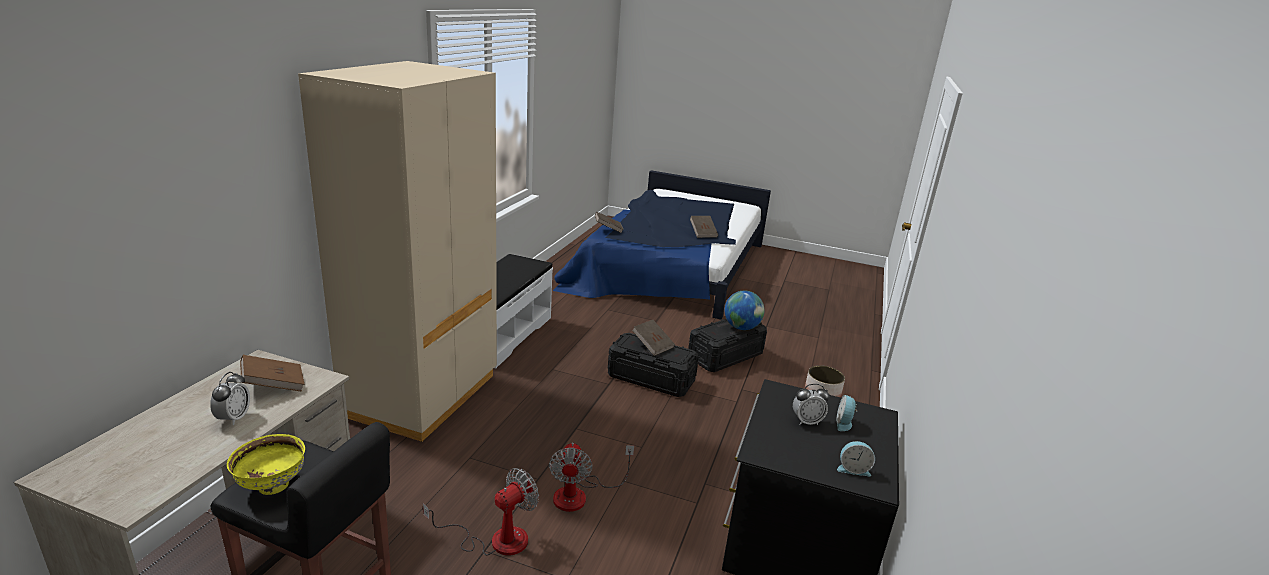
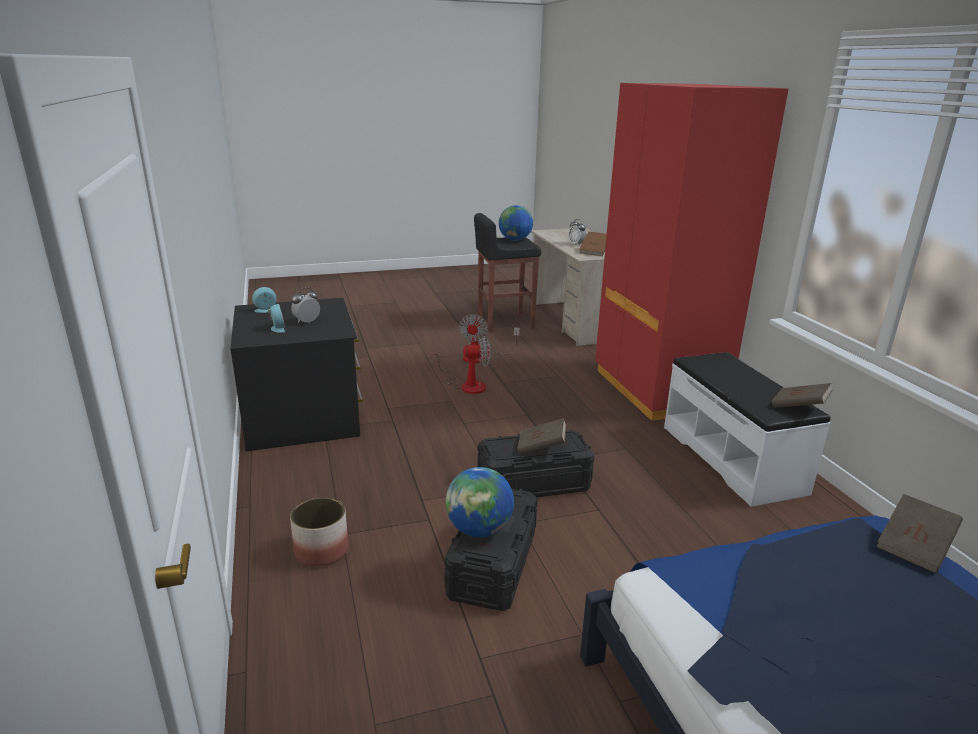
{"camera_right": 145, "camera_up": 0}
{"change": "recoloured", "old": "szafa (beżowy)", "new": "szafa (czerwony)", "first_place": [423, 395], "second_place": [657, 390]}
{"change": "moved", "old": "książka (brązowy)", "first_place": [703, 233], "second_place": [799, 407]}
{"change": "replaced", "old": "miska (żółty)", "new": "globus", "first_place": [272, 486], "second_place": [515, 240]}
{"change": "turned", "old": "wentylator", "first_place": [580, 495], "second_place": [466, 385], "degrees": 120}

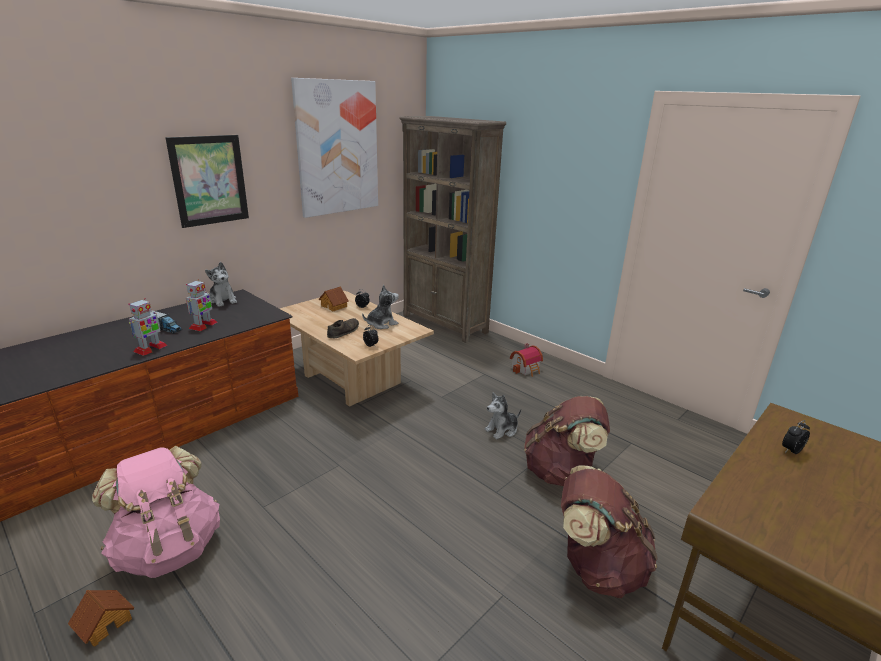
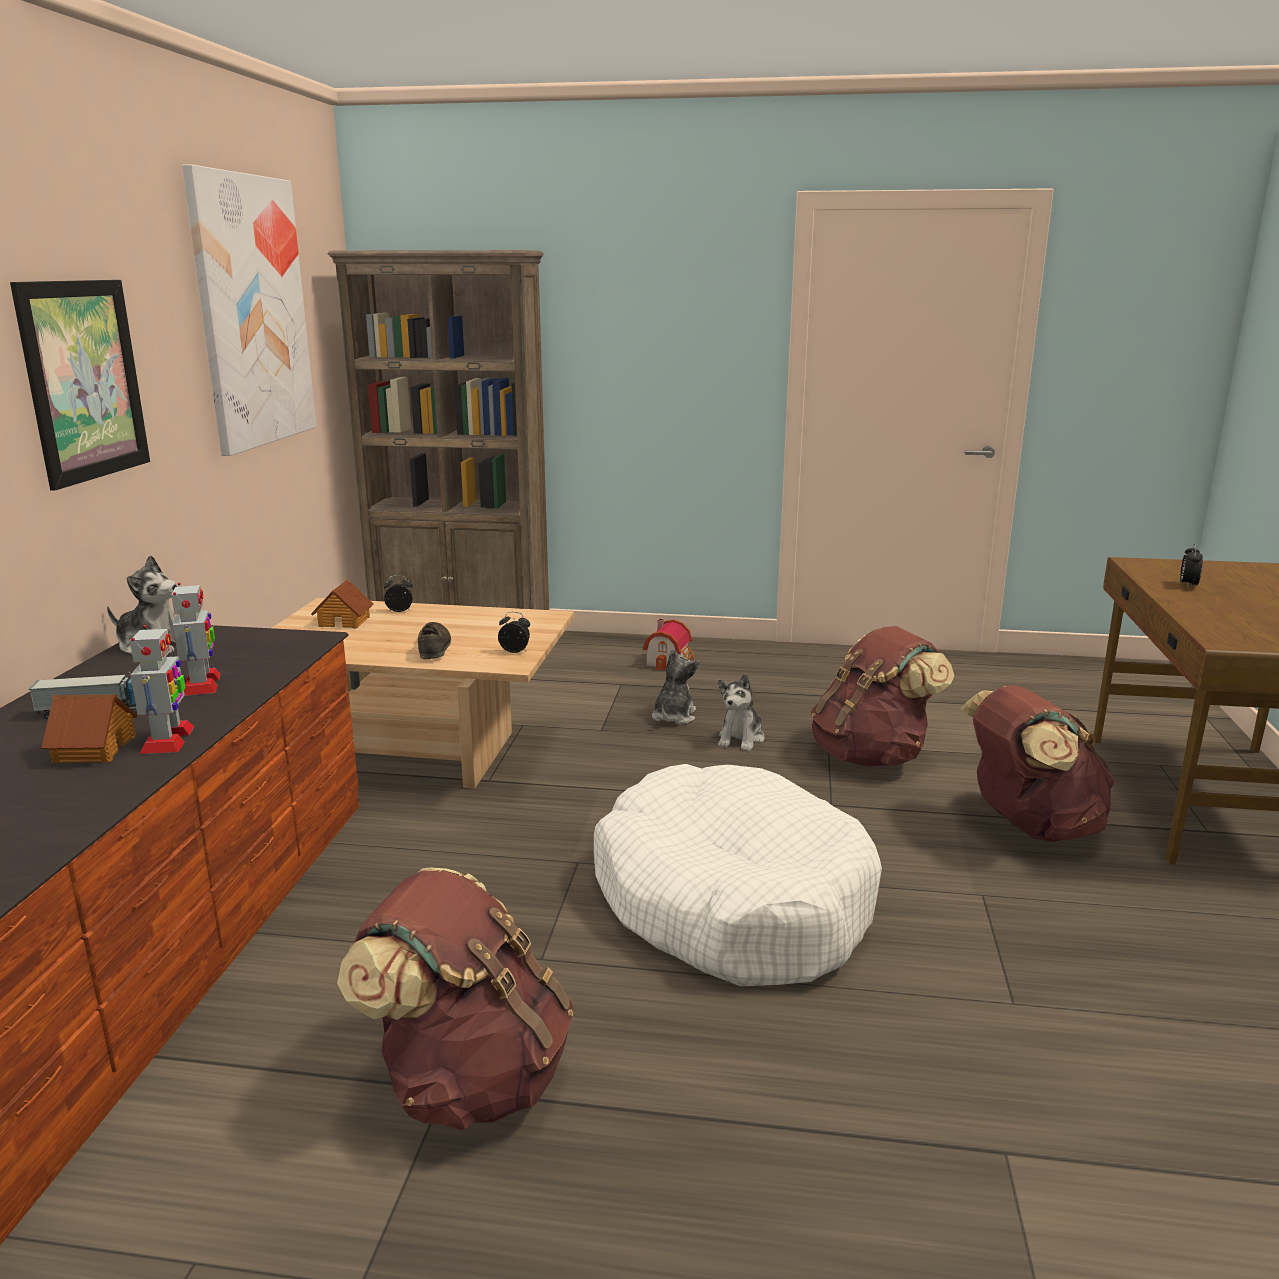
{"camera_right": -35, "camera_up": -5}
{"change": "moved", "old": "pluszak", "first_place": [381, 324], "second_place": [673, 716]}
{"change": "recoloured", "old": "plecak (różowy)", "new": "plecak (brązowy)", "first_place": [169, 548], "second_place": [469, 1079]}
{"change": "moved", "old": "domek", "first_place": [104, 623], "second_place": [93, 749]}
{"change": "added", "new": "legowisko (biały)", "second_place": [732, 902]}

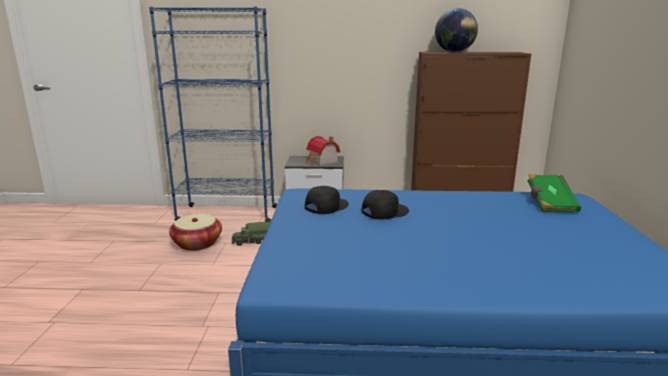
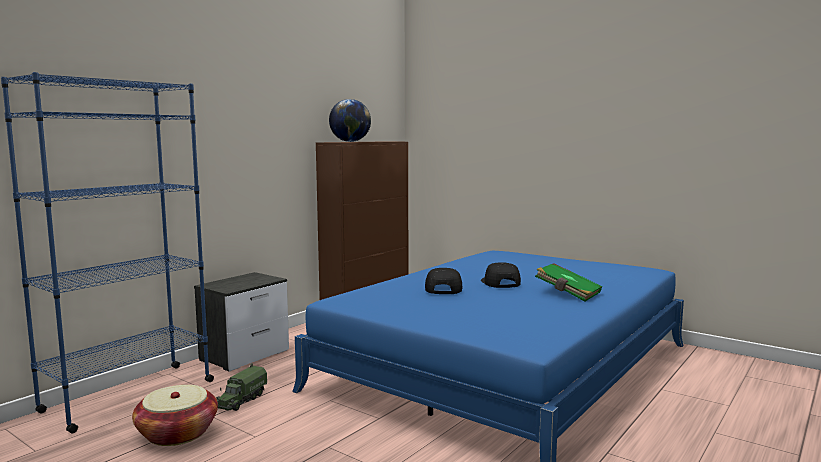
{"camera_right": -55, "camera_up": -10}
{"change": "removed", "old": "domek", "first_place": [322, 162]}
{"change": "moved", "old": "książka (zielony)", "first_place": [549, 204], "second_place": [567, 293]}
{"change": "moved", "old": "czapka z daszkiem (czarny)", "first_place": [326, 206], "second_place": [499, 282]}

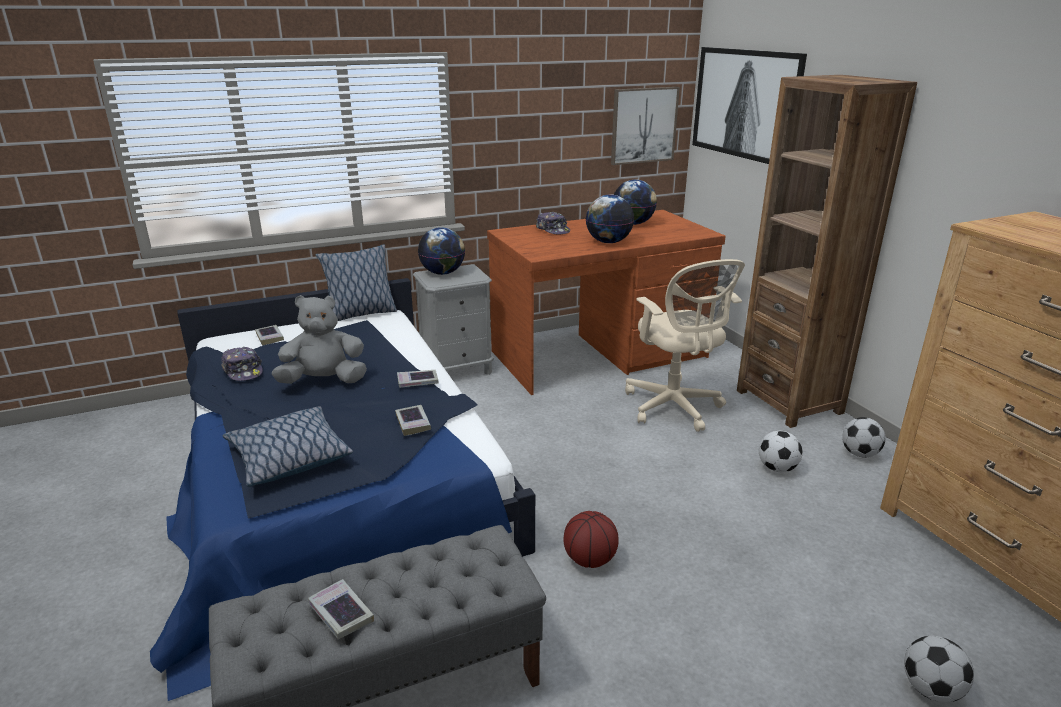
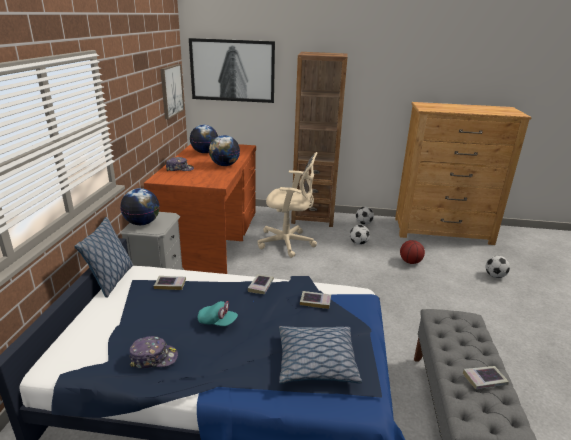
{"camera_right": -60, "camera_up": 0}
{"change": "replaced", "old": "pluszak (szary)", "new": "czapka z daszkiem (turkusowy)", "first_place": [324, 381], "second_place": [217, 322]}
{"change": "moved", "old": "książka", "first_place": [270, 337], "second_place": [170, 284]}
{"change": "moved", "old": "piłka do koszykówki", "first_place": [589, 560], "second_place": [410, 262]}

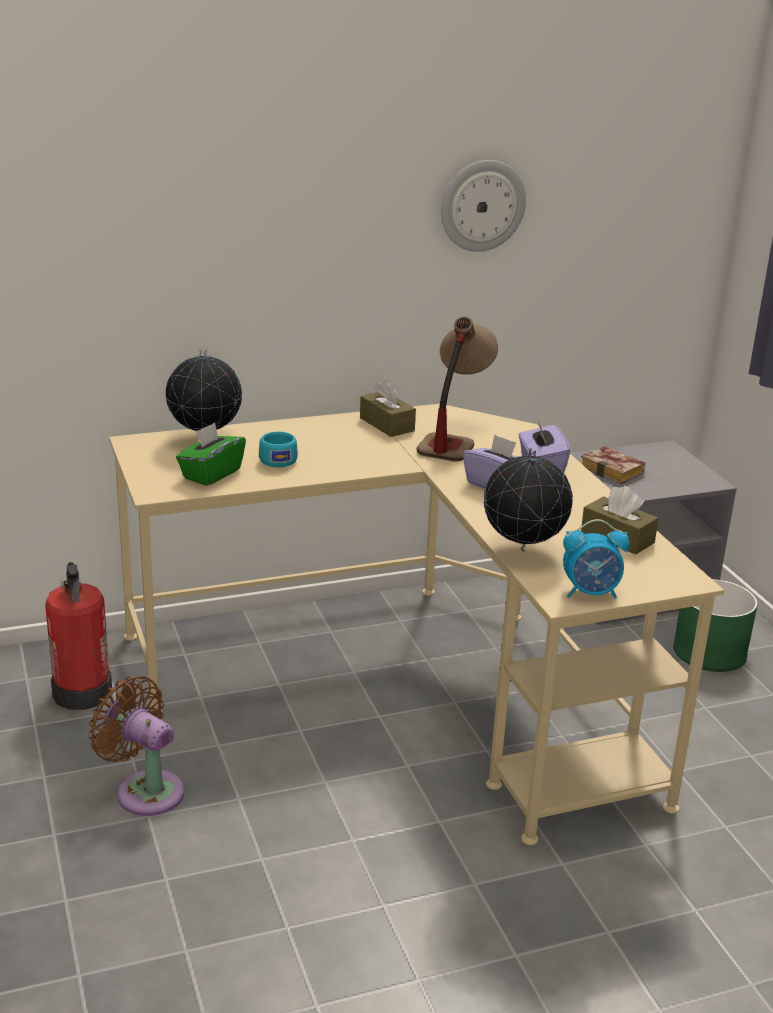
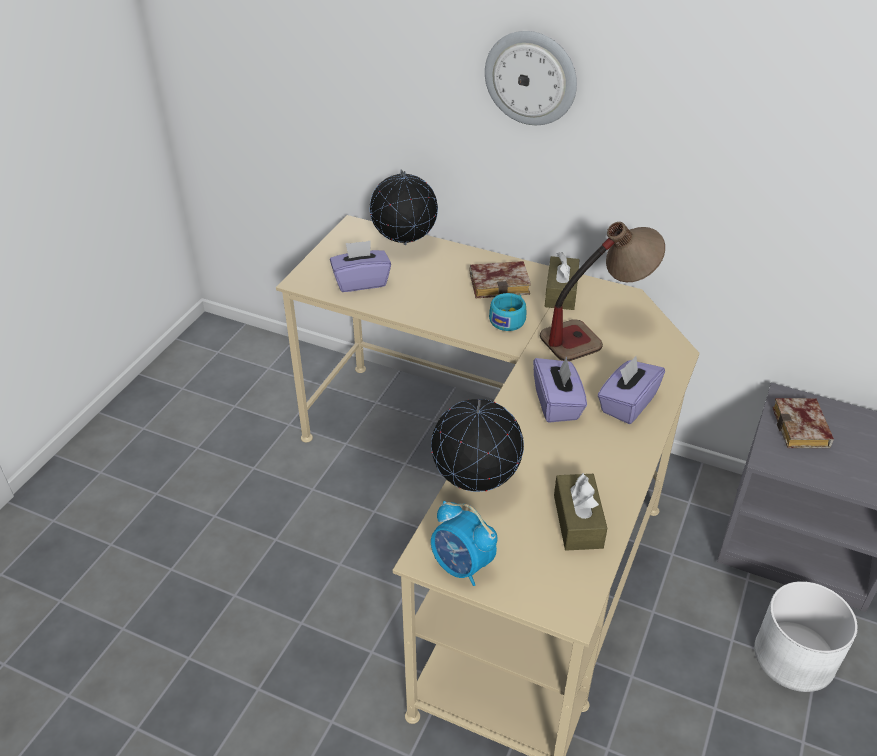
{"camera_right": 45, "camera_up": 15}
{"change": "moved", "old": "zegar ścienny", "first_place": [482, 205], "second_place": [531, 78]}
{"change": "recoloured", "old": "pudełko chusteczek (zielony)", "new": "pudełko chusteczek (fioletowy)", "first_place": [211, 474], "second_place": [361, 282]}
{"change": "moved", "old": "filiżanka (turkusowy)", "first_place": [277, 459], "second_place": [509, 319]}
{"change": "removed", "old": "gaśnica", "first_place": [82, 692]}
{"change": "recoloured", "old": "donica (zielony)", "new": "donica (biały)", "first_place": [710, 652], "second_place": [795, 657]}
{"change": "removed", "old": "wentylator (brązowy)", "first_place": [145, 790]}
{"change": "added", "new": "książka", "second_place": [501, 284]}

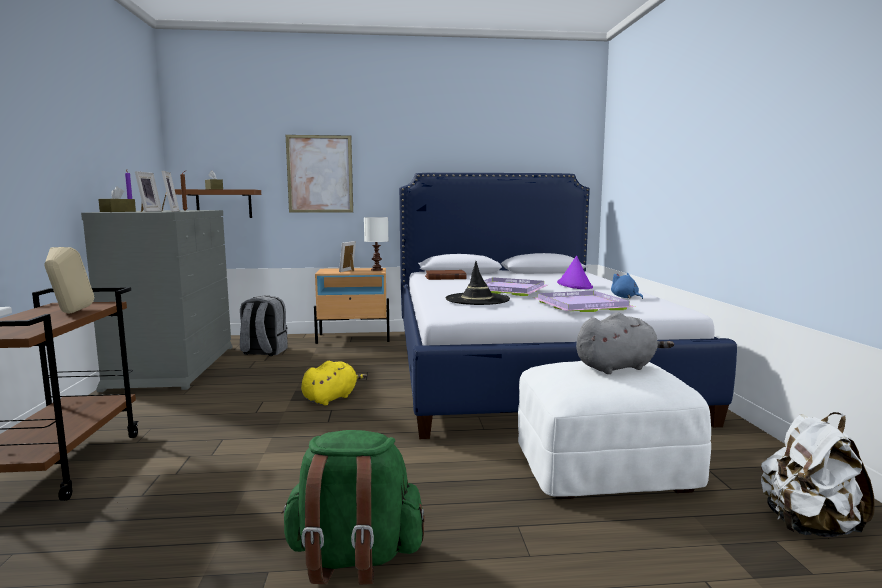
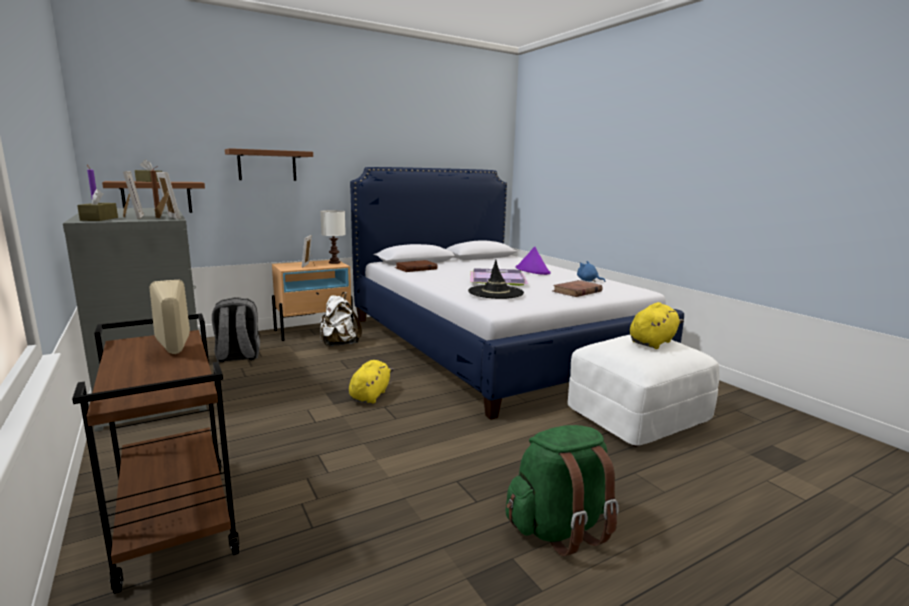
{"camera_right": -25, "camera_up": 5}
{"change": "replaced", "old": "obraz", "new": "półka (brązowy)", "first_place": [320, 174], "second_place": [267, 165]}
{"change": "replaced", "old": "taca (fioletowy)", "new": "książka (brązowy)", "first_place": [583, 305], "second_place": [577, 291]}
{"change": "recoloured", "old": "pluszak (szary)", "new": "pluszak (żółty)", "first_place": [618, 367], "second_place": [653, 342]}
{"change": "moved", "old": "plecak (biały)", "first_place": [808, 526], "second_place": [339, 344]}

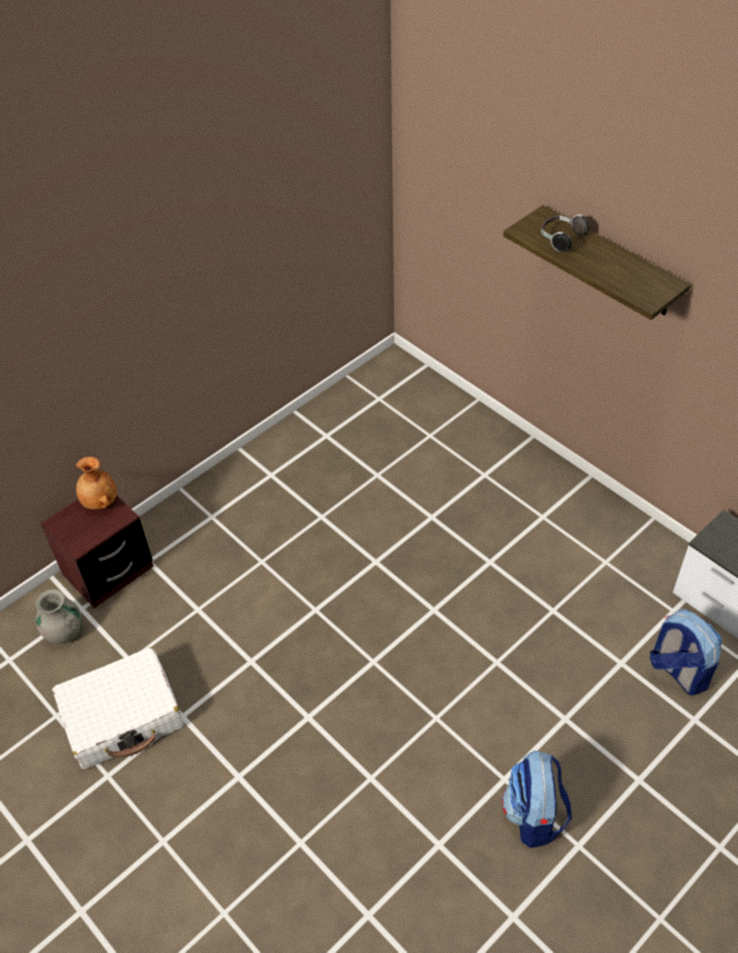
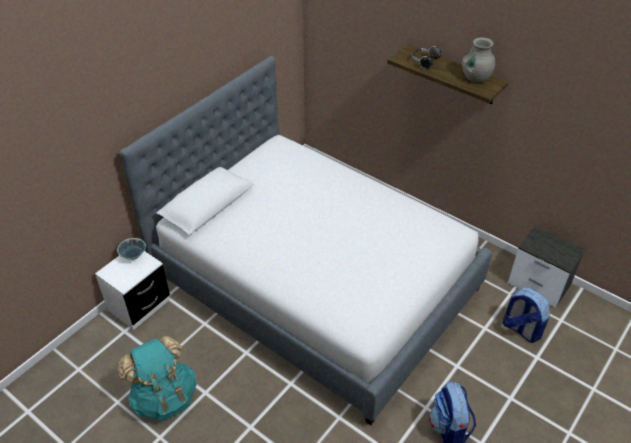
{"camera_right": -10, "camera_up": -5}
{"change": "replaced", "old": "wazon (brązowy)", "new": "miska", "first_place": [99, 501], "second_place": [133, 256]}
{"change": "recoloured", "old": "szafka nocna (brązowy)", "new": "szafka nocna (biały)", "first_place": [108, 571], "second_place": [139, 305]}
{"change": "moved", "old": "wazon (szary)", "first_place": [64, 631], "second_place": [476, 77]}
{"change": "replaced", "old": "walizka (biały)", "new": "plecak (turkusowy)", "first_place": [123, 716], "second_place": [164, 397]}
{"change": "added", "new": "łóżko", "second_place": [315, 282]}

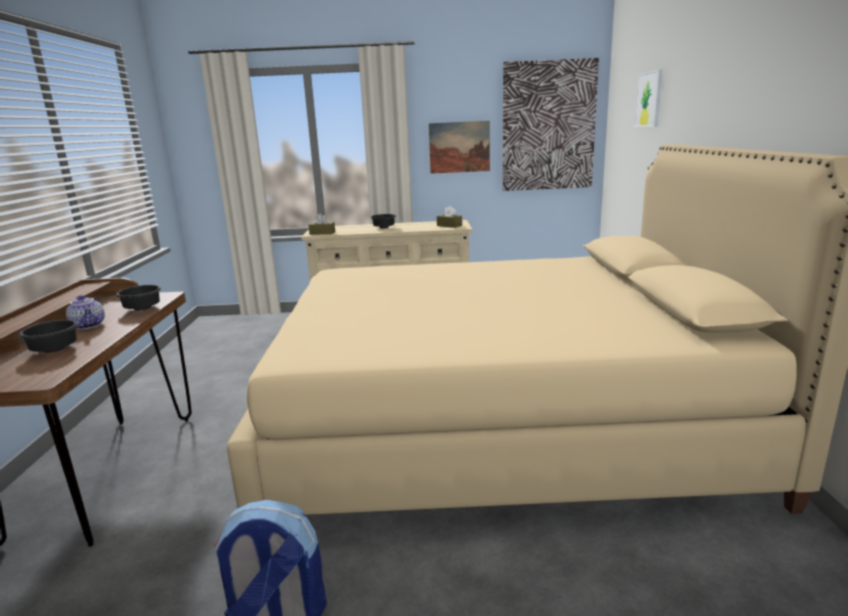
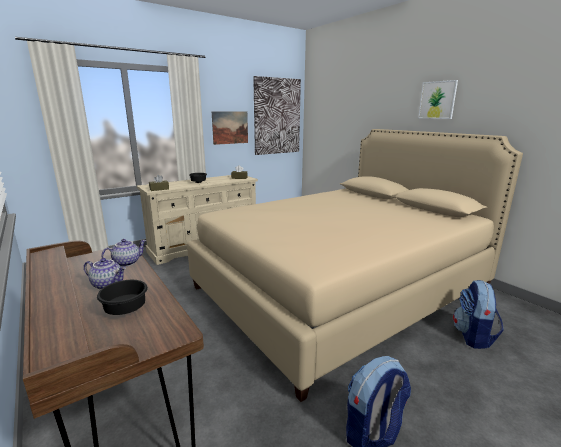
{"camera_right": -35, "camera_up": 0}
{"change": "moved", "old": "obraz", "first_place": [649, 99], "second_place": [437, 100]}
{"change": "replaced", "old": "miska (czarny)", "new": "imbryk", "first_place": [141, 309], "second_place": [126, 262]}
{"change": "added", "new": "plecak", "second_place": [473, 336]}

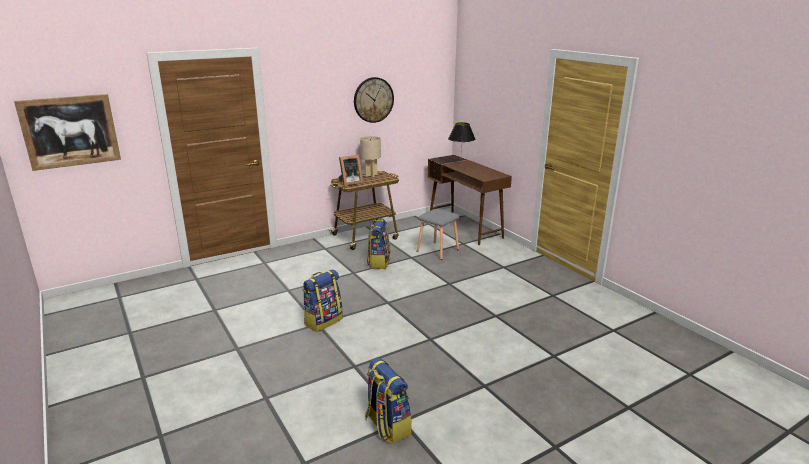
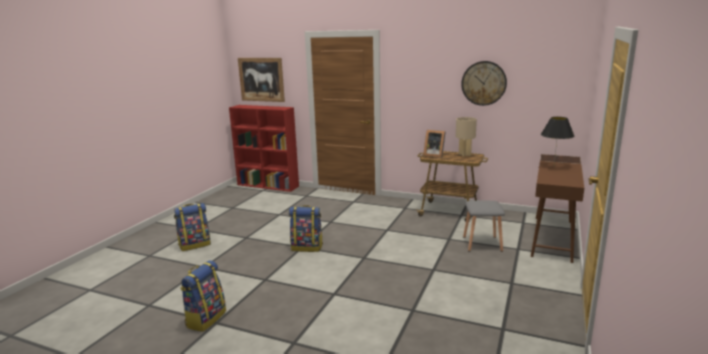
{"camera_right": 55, "camera_up": -5}
{"change": "moved", "old": "plecak", "first_place": [378, 262], "second_place": [195, 245]}
{"change": "added", "new": "regał (czerwony)", "second_place": [268, 185]}

